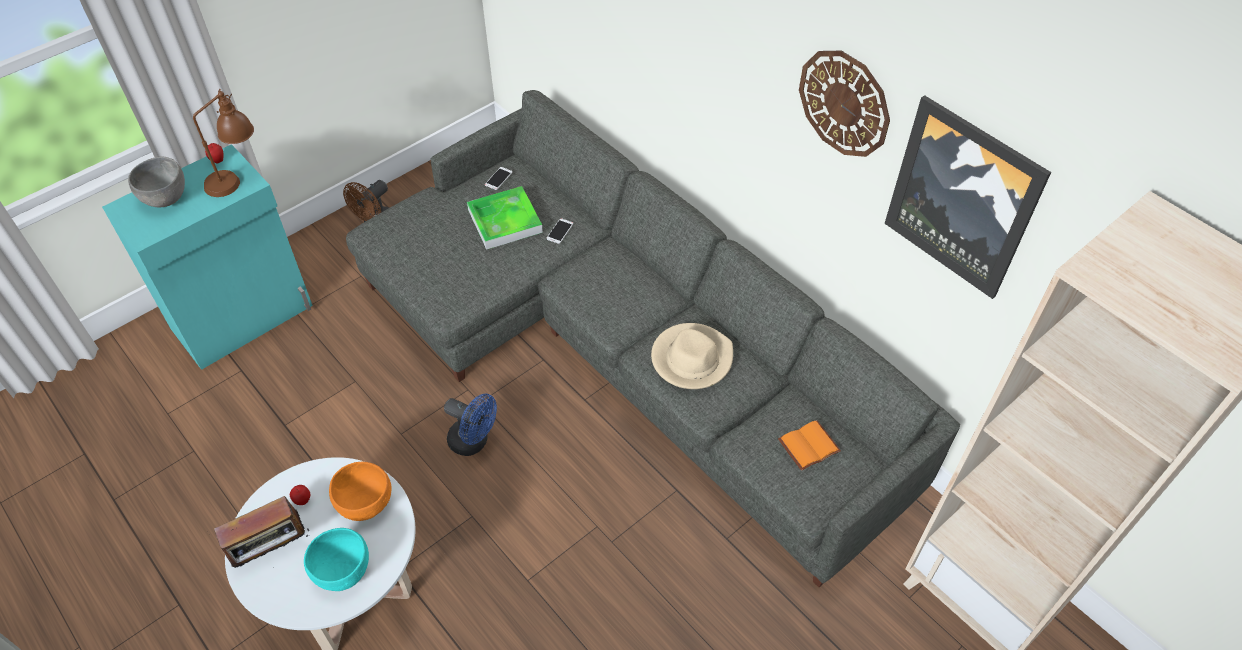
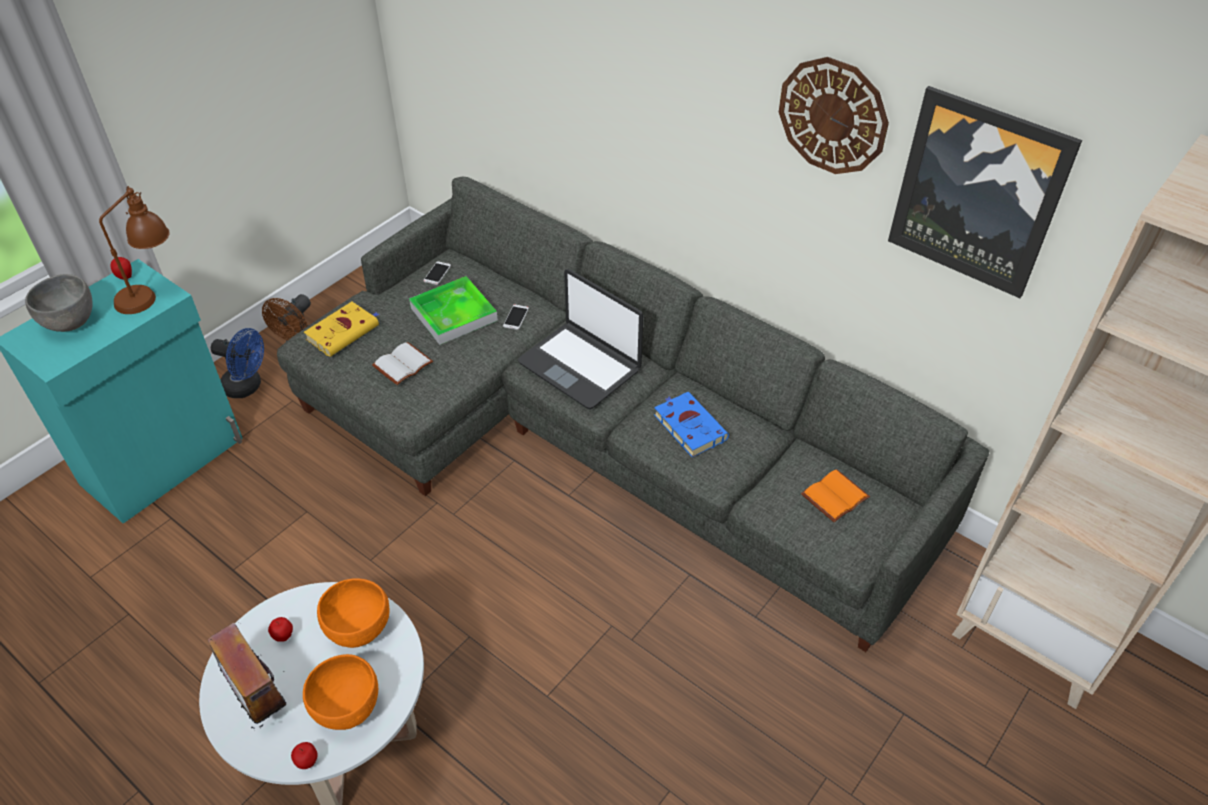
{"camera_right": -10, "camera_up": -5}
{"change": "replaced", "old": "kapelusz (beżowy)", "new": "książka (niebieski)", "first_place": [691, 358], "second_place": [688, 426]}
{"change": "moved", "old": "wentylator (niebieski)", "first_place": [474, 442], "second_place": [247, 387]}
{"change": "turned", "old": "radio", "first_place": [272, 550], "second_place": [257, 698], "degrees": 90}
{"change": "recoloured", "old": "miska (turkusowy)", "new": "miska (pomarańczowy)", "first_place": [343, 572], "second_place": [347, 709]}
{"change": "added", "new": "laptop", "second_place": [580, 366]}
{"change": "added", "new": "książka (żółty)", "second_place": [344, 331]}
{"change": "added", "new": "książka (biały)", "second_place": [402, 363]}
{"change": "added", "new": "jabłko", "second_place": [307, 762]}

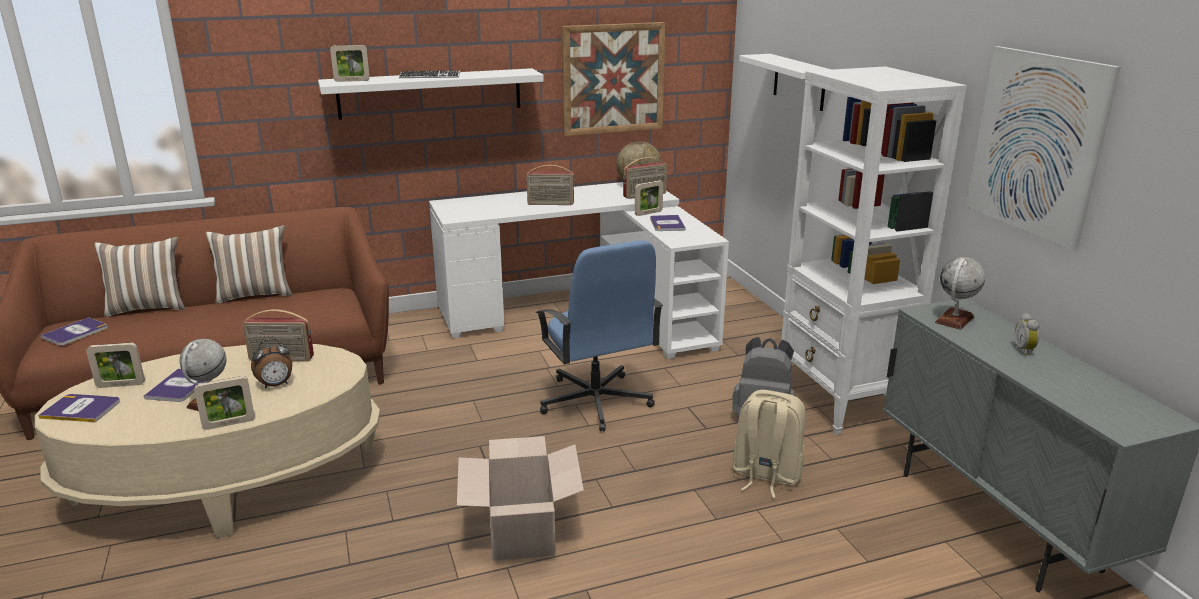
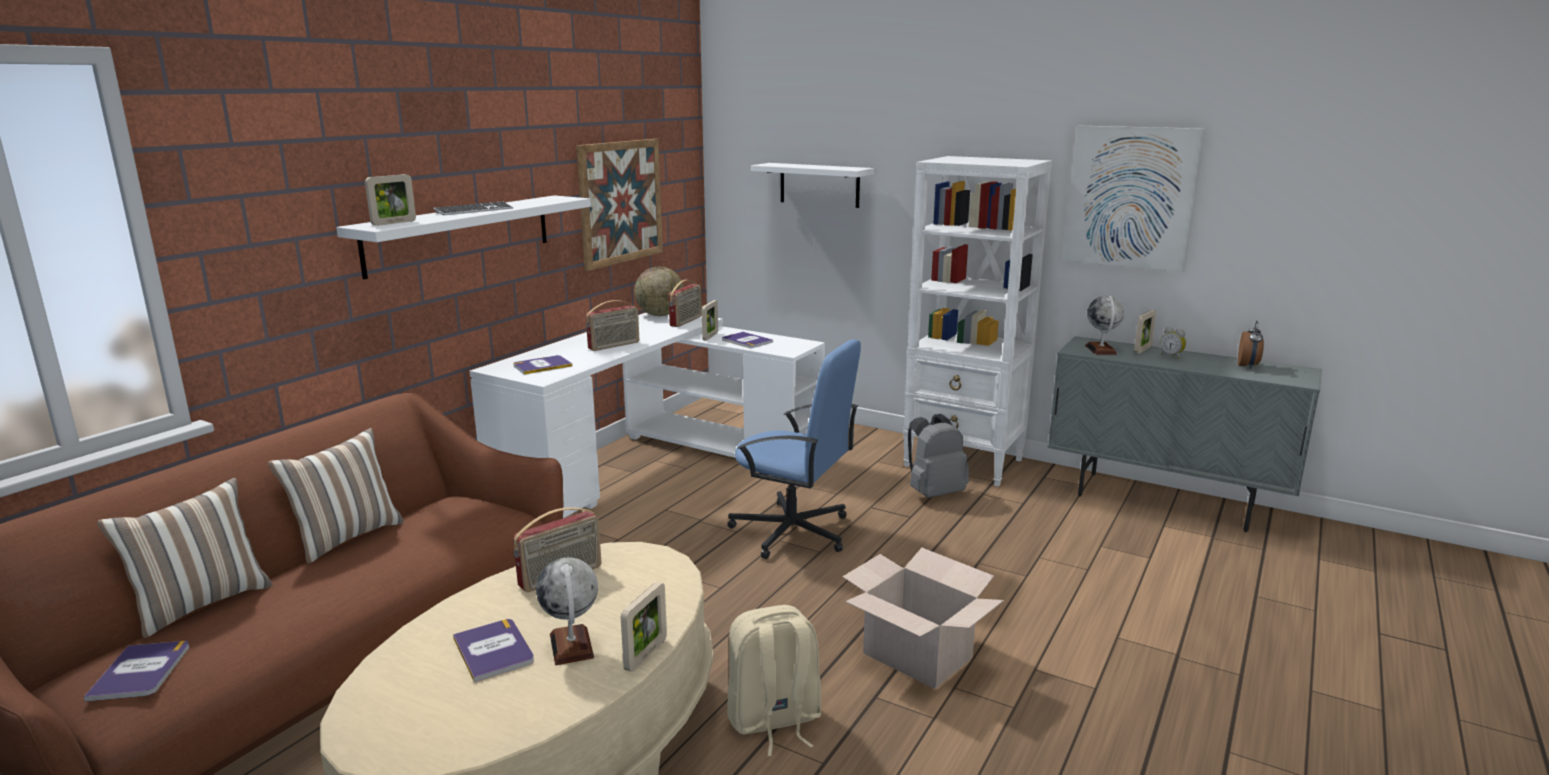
{"camera_right": -40, "camera_up": -5}
{"change": "moved", "old": "budzik", "first_place": [276, 385], "second_place": [1248, 366]}
{"change": "moved", "old": "ramka na zdjęcie", "first_place": [121, 385], "second_place": [1142, 350]}
{"change": "moved", "old": "plecak (beżowy)", "first_place": [765, 475], "second_place": [774, 721]}
{"change": "moved", "old": "książka", "first_place": [81, 409], "second_place": [542, 366]}

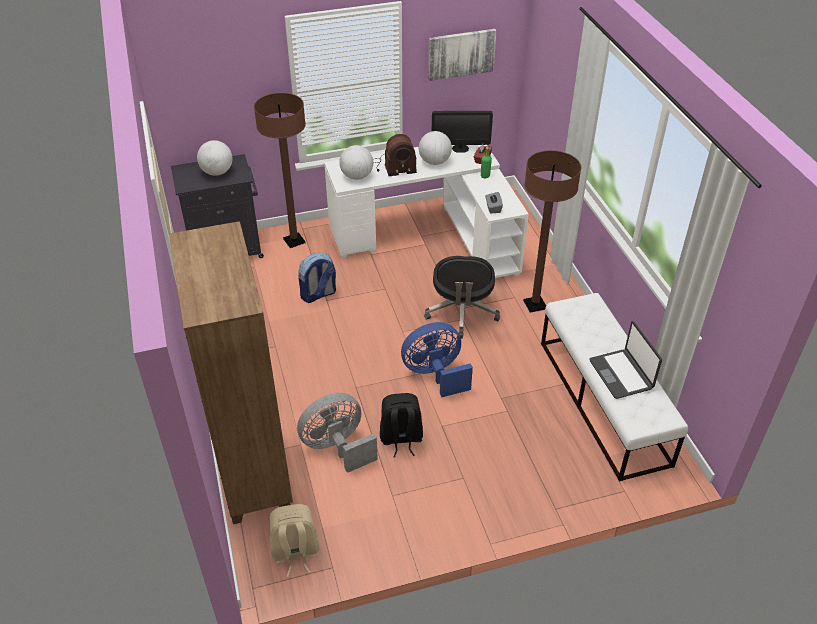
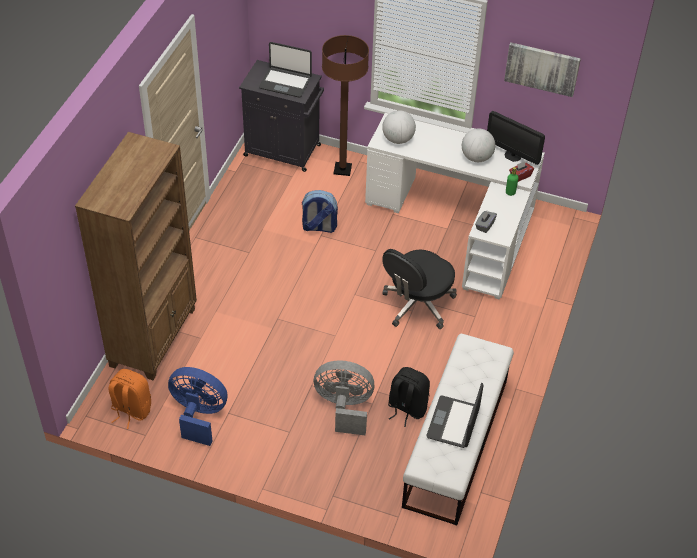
{"camera_right": 35, "camera_up": 5}
{"change": "removed", "old": "radio", "first_place": [394, 166]}
{"change": "replaced", "old": "globus", "new": "laptop", "first_place": [217, 172], "second_place": [285, 82]}
{"change": "removed", "old": "lampa stojąca (brązowy)", "first_place": [535, 305]}
{"change": "moved", "old": "wentylator (niebieski)", "first_place": [435, 374], "second_place": [198, 415]}
{"change": "moved", "old": "wentylator (szary)", "first_place": [337, 447], "second_place": [344, 408]}
{"change": "moved", "old": "plecak (czarny)", "first_place": [401, 439], "second_place": [406, 408]}
{"change": "recoloured", "old": "plecak (beżowy)", "new": "plecak (pomarańczowy)", "first_place": [295, 552], "second_place": [131, 410]}

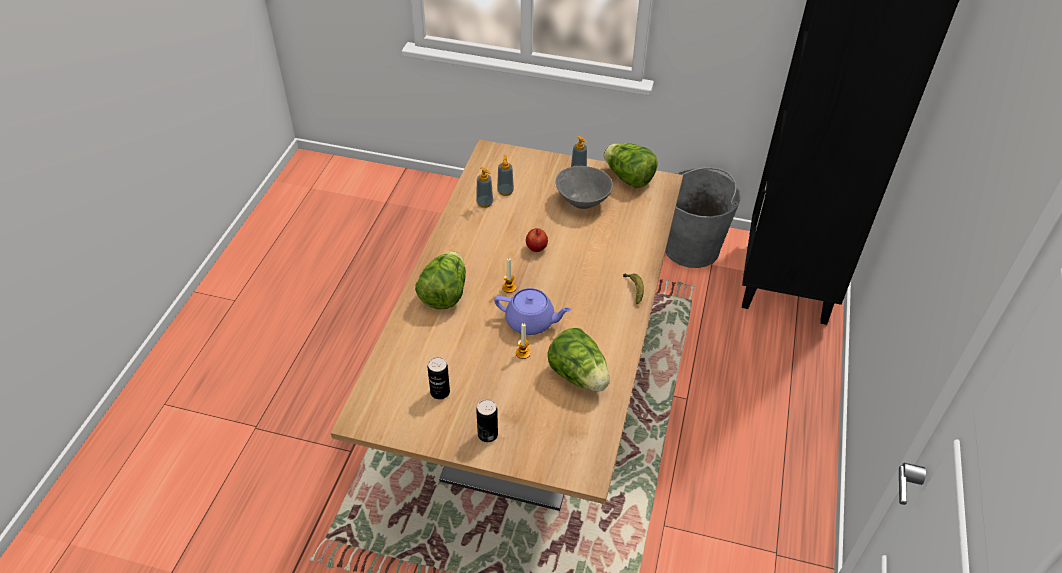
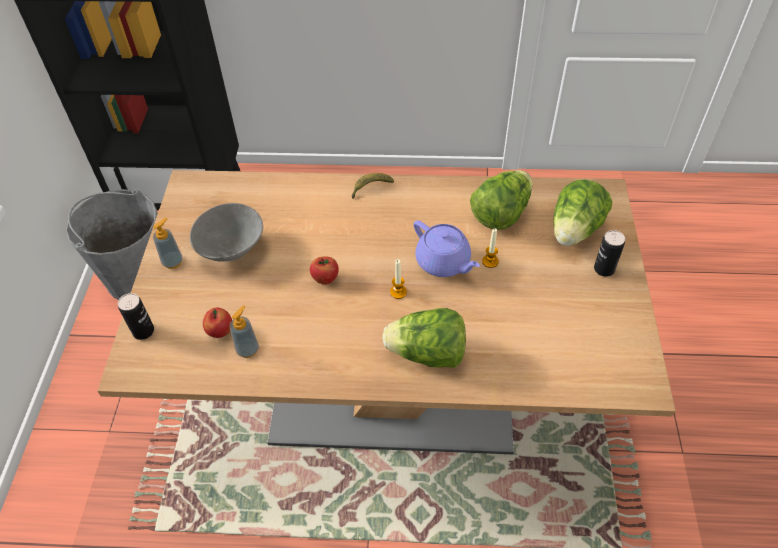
{"camera_right": -100, "camera_up": 5}
{"change": "moved", "old": "sałata", "first_place": [628, 178], "second_place": [575, 230]}
{"change": "replaced", "old": "dozownik mydła", "new": "jabłko", "first_place": [505, 191], "second_place": [220, 331]}
{"change": "turned", "old": "imbryk (fioletowy)", "first_place": [531, 322], "second_place": [444, 262], "degrees": 135}
{"change": "moved", "old": "puszka", "first_place": [440, 392], "second_place": [143, 331]}

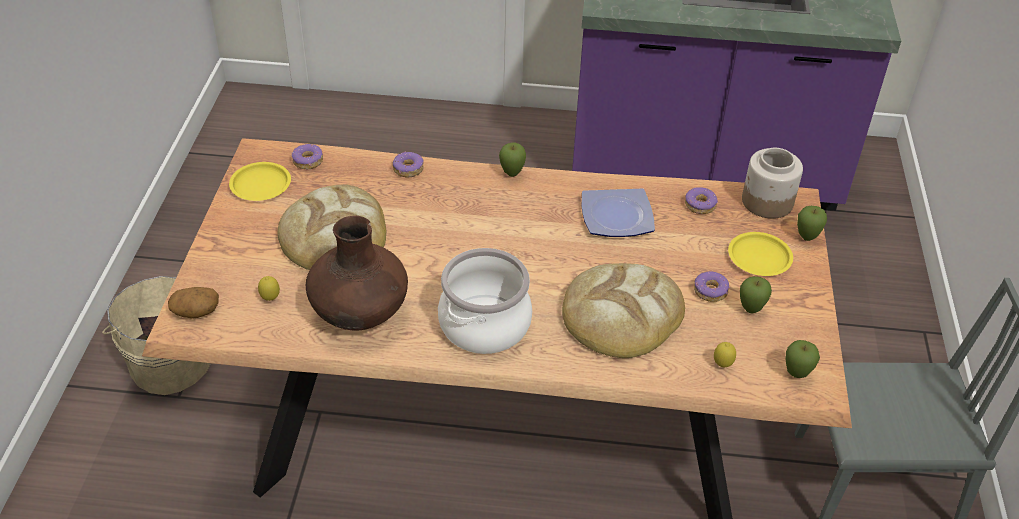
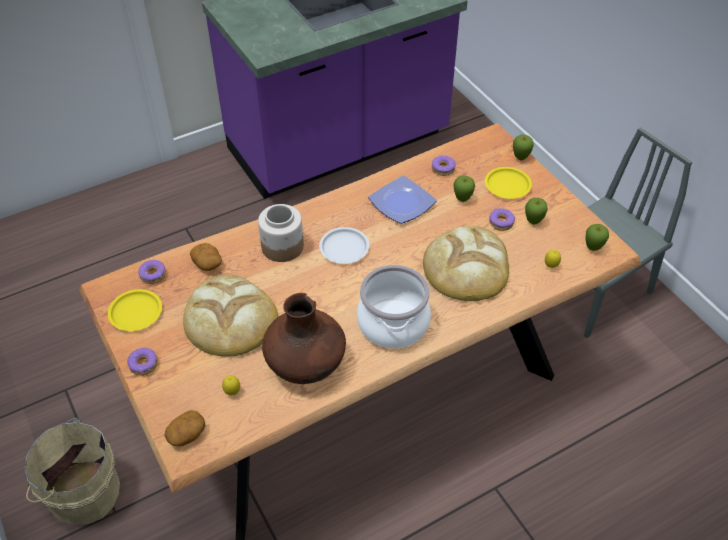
{"camera_right": -35, "camera_up": 5}
{"change": "moved", "old": "jabłko", "first_place": [512, 174], "second_place": [462, 199]}
{"change": "moved", "old": "słoik", "first_place": [767, 202], "second_place": [282, 247]}
{"change": "moved", "old": "donut", "first_place": [408, 169], "second_place": [143, 365]}
{"change": "added", "new": "talerz (biały)", "second_place": [344, 248]}
{"change": "added", "new": "ziemniak", "second_place": [208, 263]}

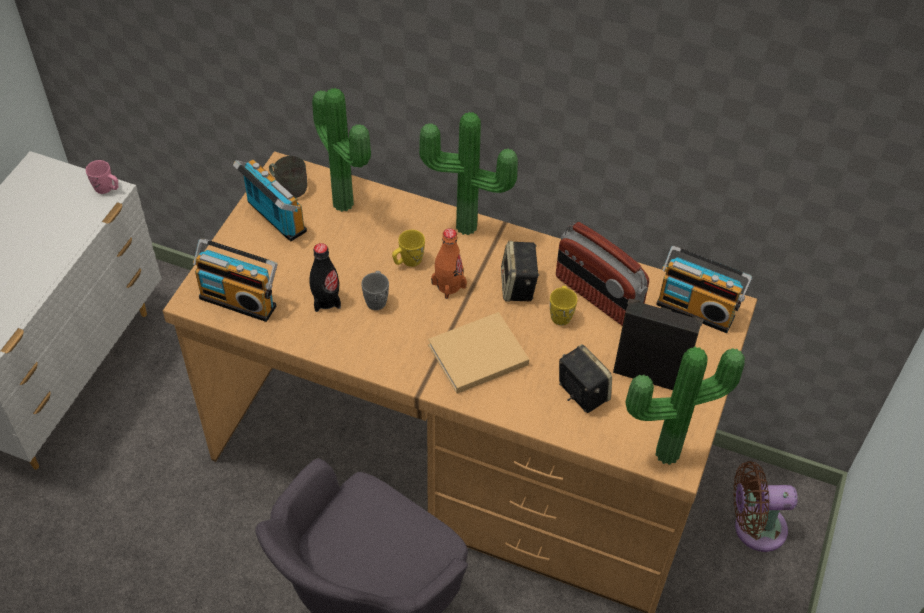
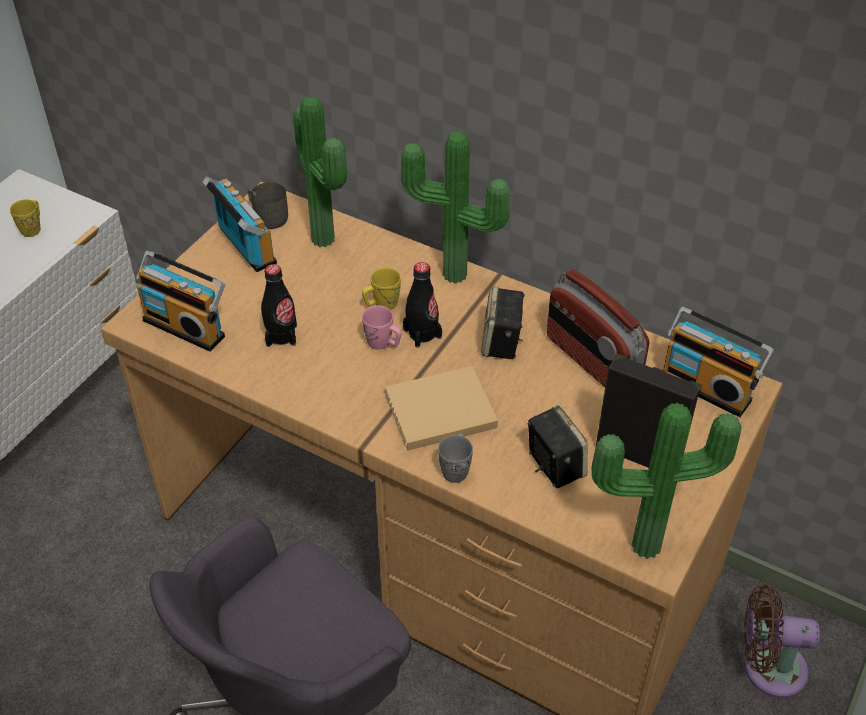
{"camera_right": 10, "camera_up": -5}
{"change": "moved", "old": "kubek (różowy)", "first_place": [107, 189], "second_place": [383, 343]}
{"change": "recoloured", "old": "butelka (pomarańczowy)", "new": "butelka (czarny)", "first_place": [448, 285], "second_place": [422, 333]}
{"change": "moved", "old": "kubek (szary)", "first_place": [376, 299], "second_place": [456, 468]}
{"change": "moved", "old": "kubek (żółty)", "first_place": [561, 314], "second_place": [33, 228]}

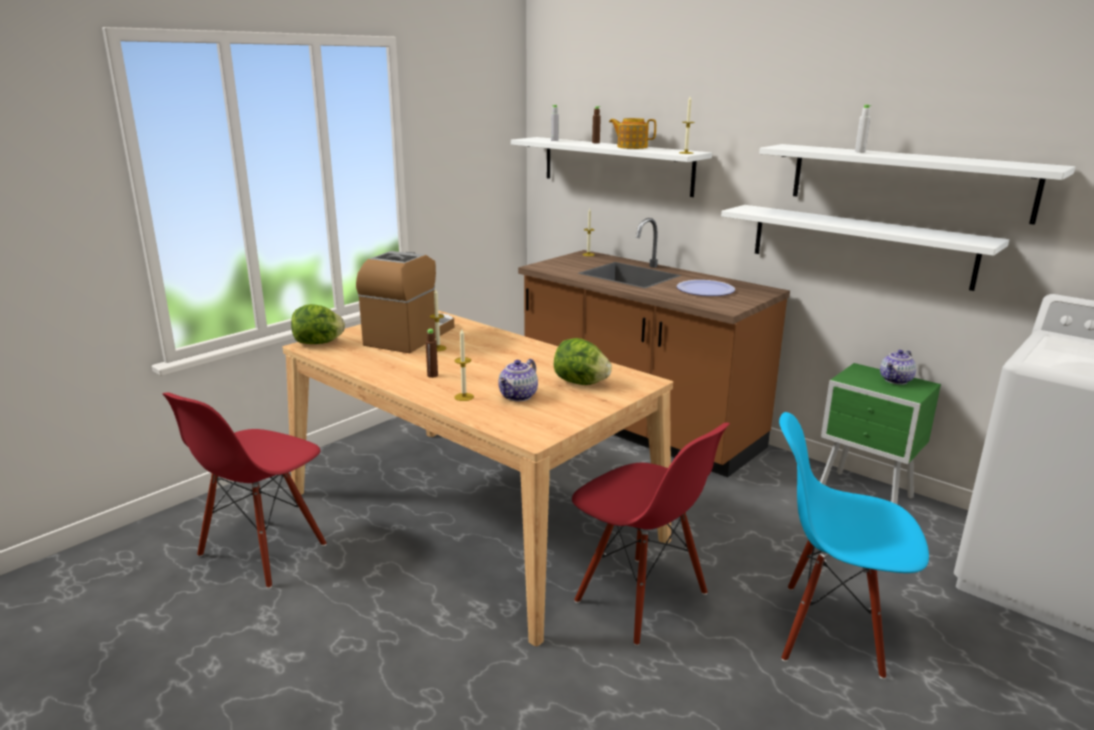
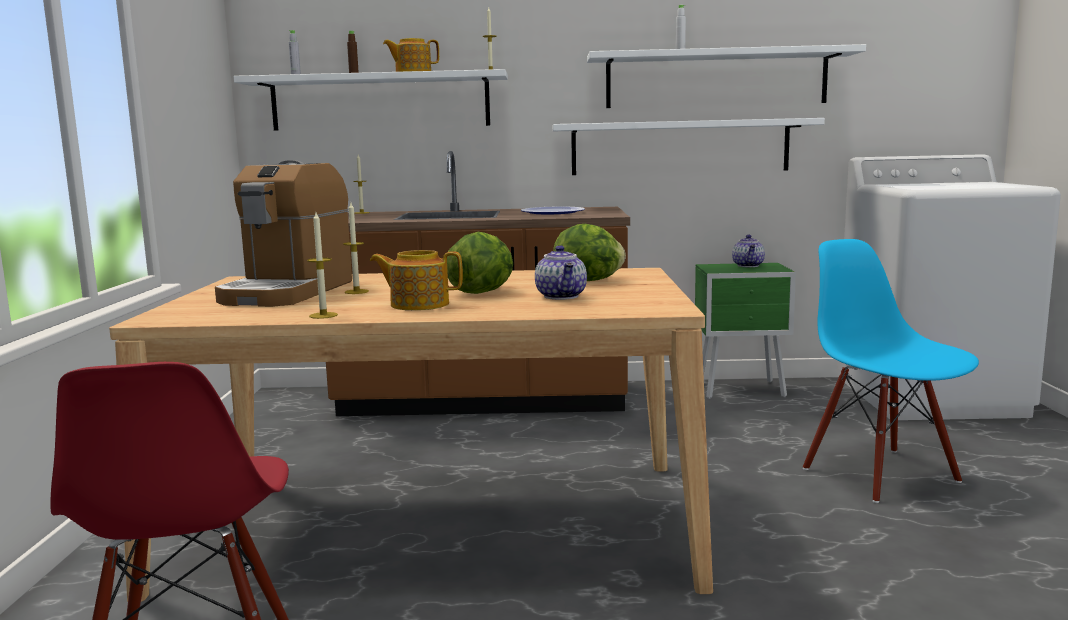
{"camera_right": -40, "camera_up": -10}
{"change": "turned", "old": "ekspres do kawy", "first_place": [410, 336], "second_place": [288, 292], "degrees": -150}
{"change": "moved", "old": "sałata", "first_place": [318, 343], "second_place": [482, 292]}
{"change": "replaced", "old": "butelka (brązowy)", "new": "imbryk", "first_place": [432, 375], "second_place": [418, 304]}
{"change": "moved", "old": "świeca", "first_place": [464, 397], "second_place": [323, 315]}
{"change": "turned", "old": "krzesło (niebieski)", "first_place": [830, 631], "second_place": [881, 474], "degrees": 90}
{"change": "removed", "old": "krzesło (czerwony)", "first_place": [640, 598]}

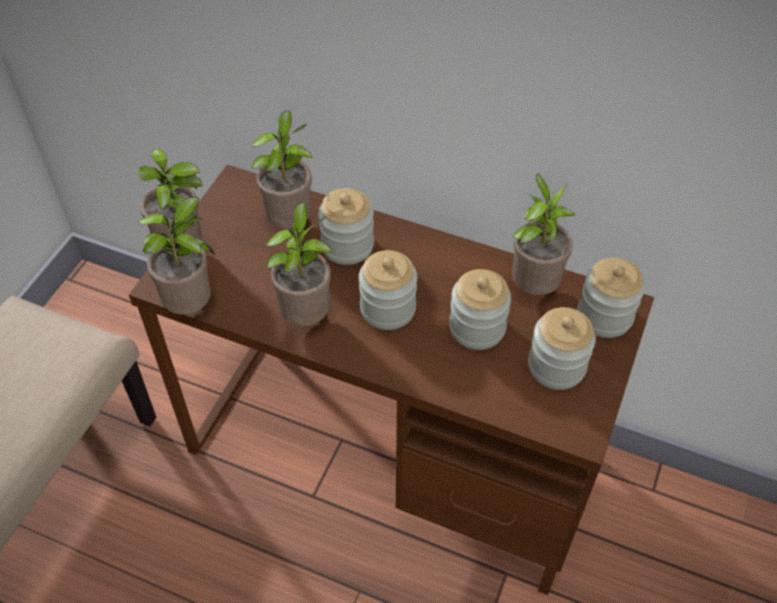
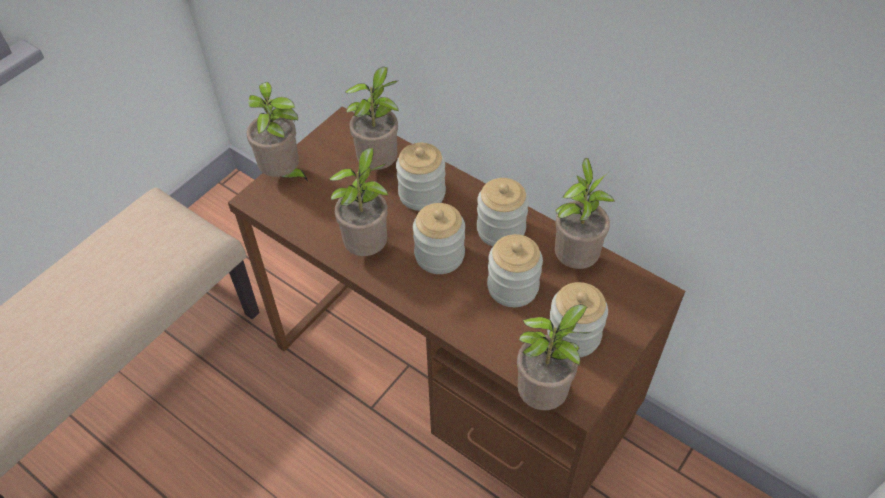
{"camera_right": 15, "camera_up": 0}
{"change": "moved", "old": "roślina doniczkowa", "first_place": [193, 306], "second_place": [544, 396]}
{"change": "moved", "old": "słoik", "first_place": [604, 316], "second_place": [501, 230]}

